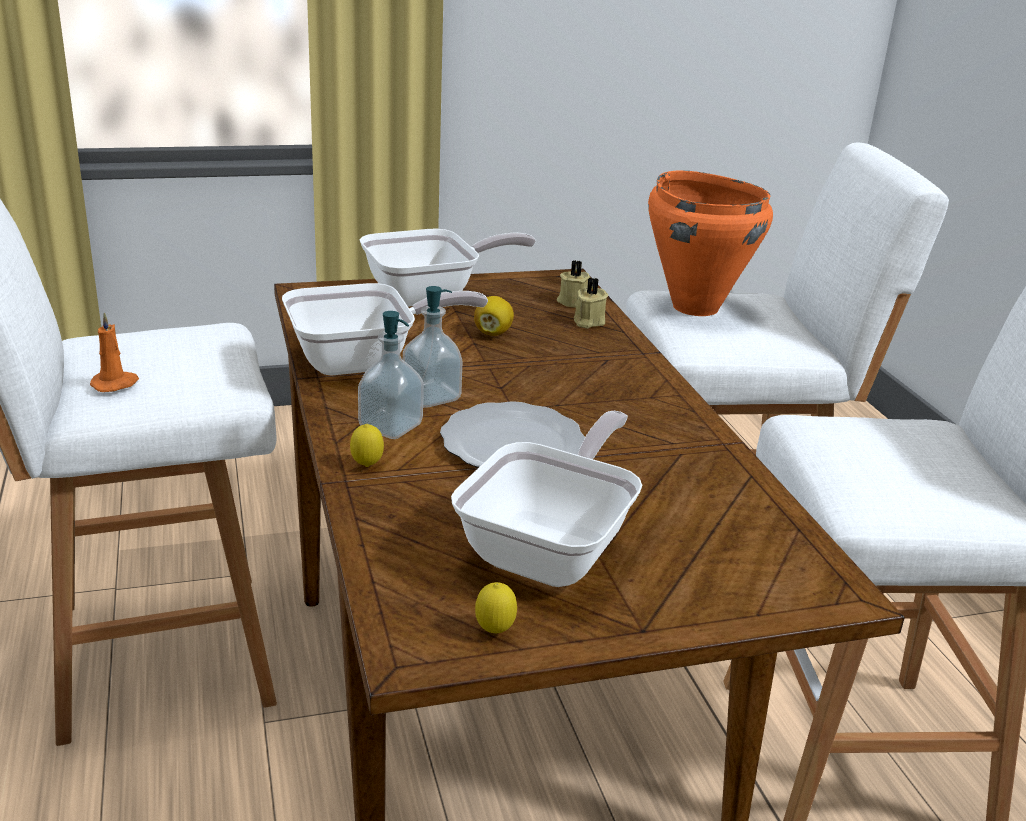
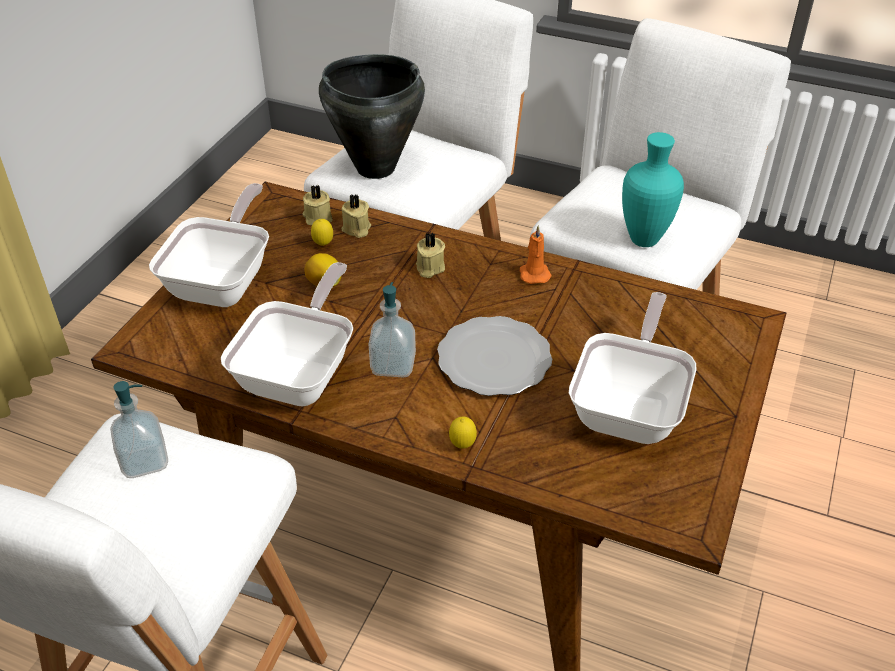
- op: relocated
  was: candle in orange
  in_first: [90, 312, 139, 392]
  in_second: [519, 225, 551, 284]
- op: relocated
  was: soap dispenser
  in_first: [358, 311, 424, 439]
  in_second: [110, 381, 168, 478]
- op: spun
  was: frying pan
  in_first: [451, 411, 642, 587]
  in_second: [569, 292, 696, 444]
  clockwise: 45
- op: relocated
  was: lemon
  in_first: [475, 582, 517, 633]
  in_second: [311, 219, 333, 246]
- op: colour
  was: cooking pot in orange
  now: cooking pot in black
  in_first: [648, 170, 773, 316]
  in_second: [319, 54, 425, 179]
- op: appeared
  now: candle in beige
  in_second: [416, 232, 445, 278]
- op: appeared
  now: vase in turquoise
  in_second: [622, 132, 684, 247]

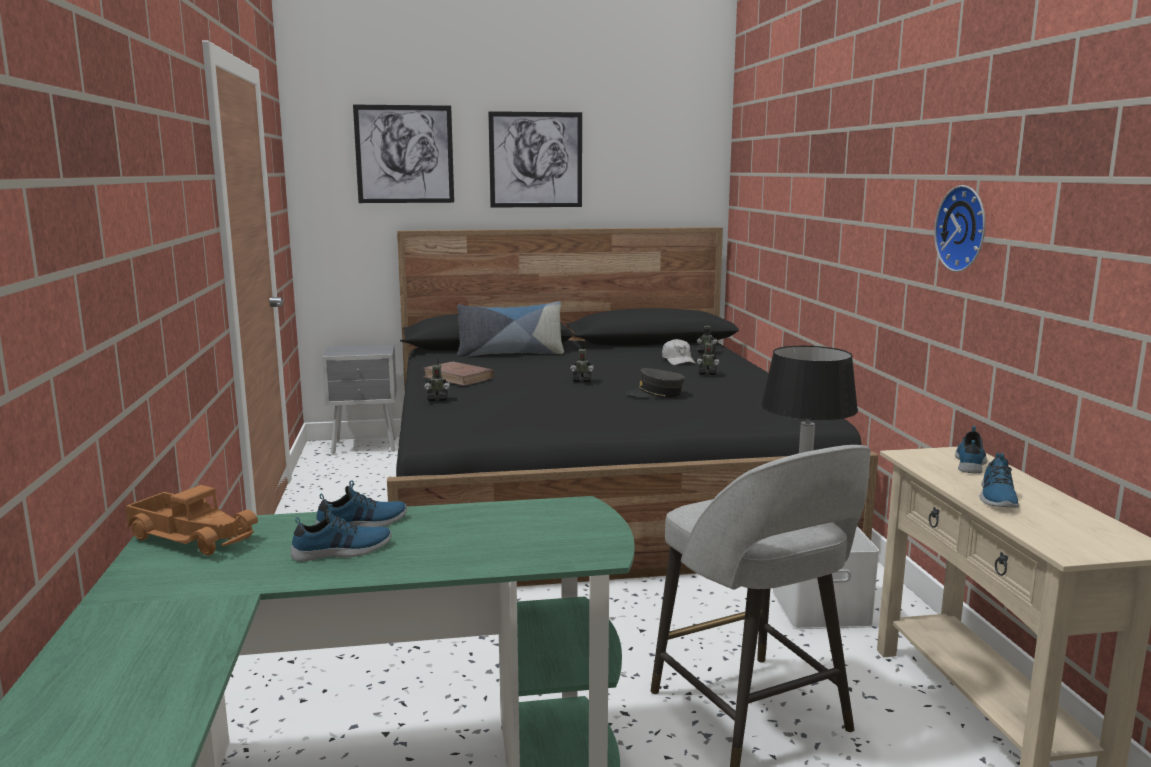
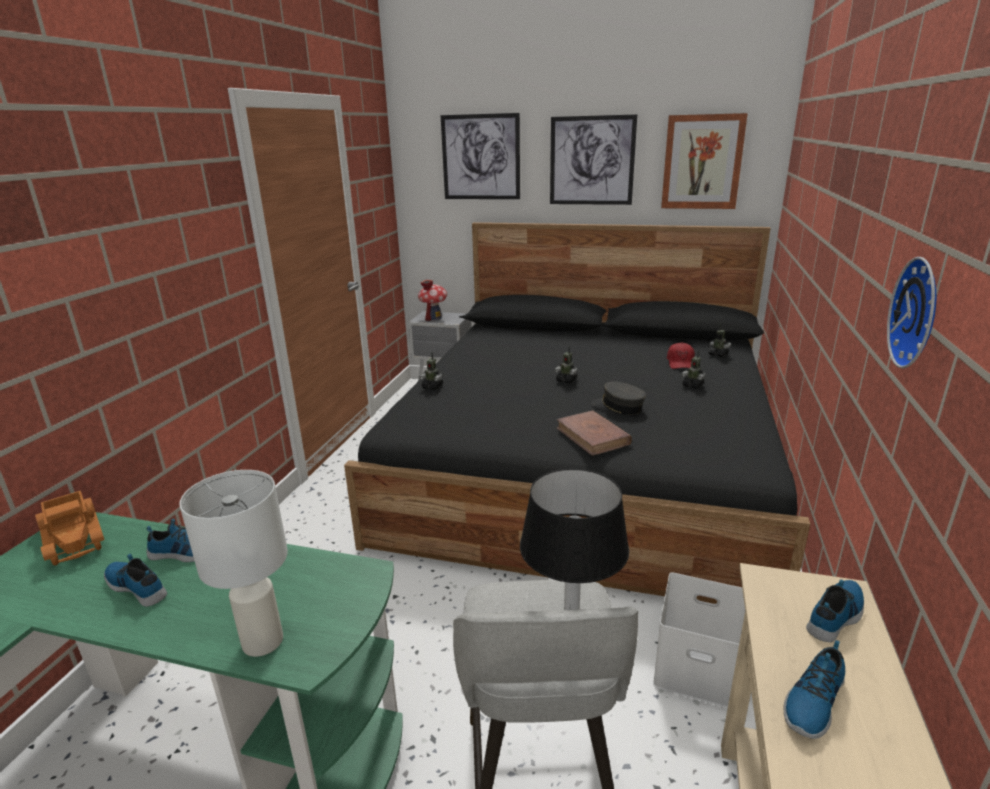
- op: spun
  was: shoe
  in_first: [290, 504, 392, 562]
  in_second: [104, 554, 167, 607]
  clockwise: -150
- op: relocated
  was: book in brown
  in_first: [423, 361, 494, 386]
  in_second: [557, 411, 632, 456]
- op: missing
  was: pillow
  in_first: [457, 301, 564, 357]
- op: colour
  was: cap in white
  now: cap in red
  in_first: [662, 339, 696, 365]
  in_second: [667, 342, 695, 369]
- op: appeared
  now: table lamp in white
  in_second: [179, 470, 288, 657]
- op: appeared
  now: toy house
  in_second: [418, 280, 447, 321]
- op: appeared
  now: picture
  in_second: [661, 113, 748, 209]

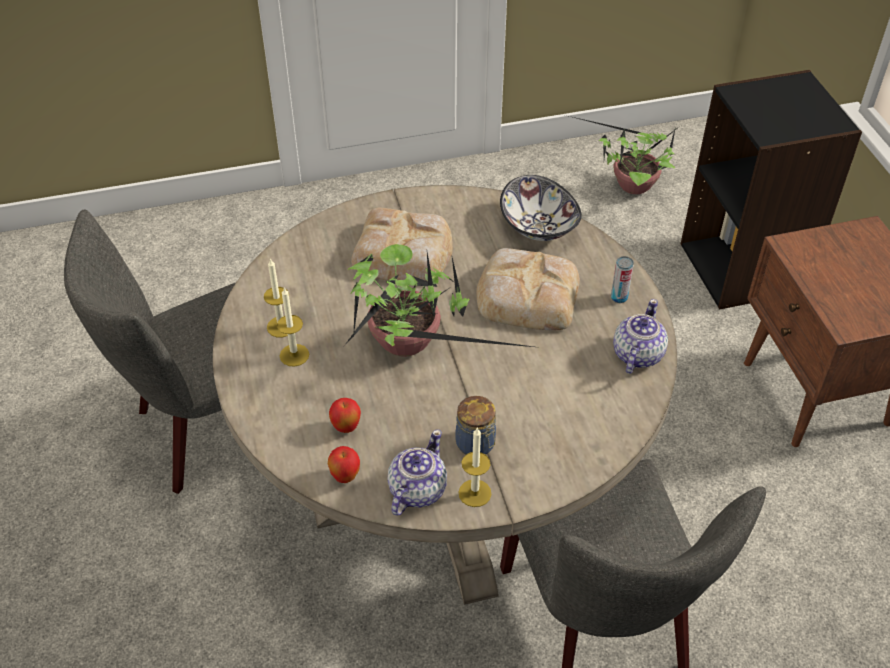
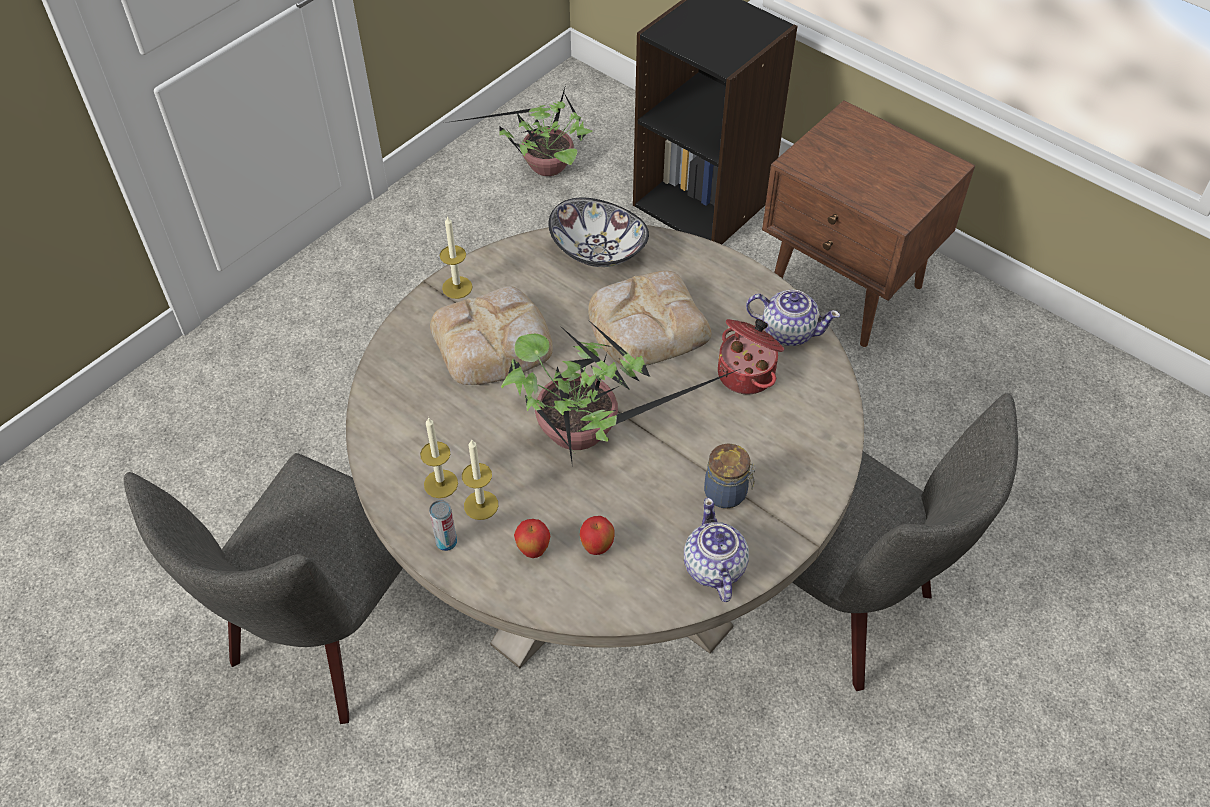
- op: relocated
  was: apple
  in_first: [328, 446, 360, 483]
  in_second: [514, 519, 550, 558]
- op: relocated
  was: candle
  in_first: [459, 428, 491, 507]
  in_second: [440, 216, 473, 299]
- op: relocated
  was: can
  in_first: [611, 256, 634, 303]
  in_second: [429, 500, 457, 551]
- op: spun
  was: teapot
  in_first: [613, 299, 668, 374]
  in_second: [746, 290, 840, 346]
  clockwise: 120
- op: appeared
  now: cooking pot
  in_second: [718, 319, 784, 394]

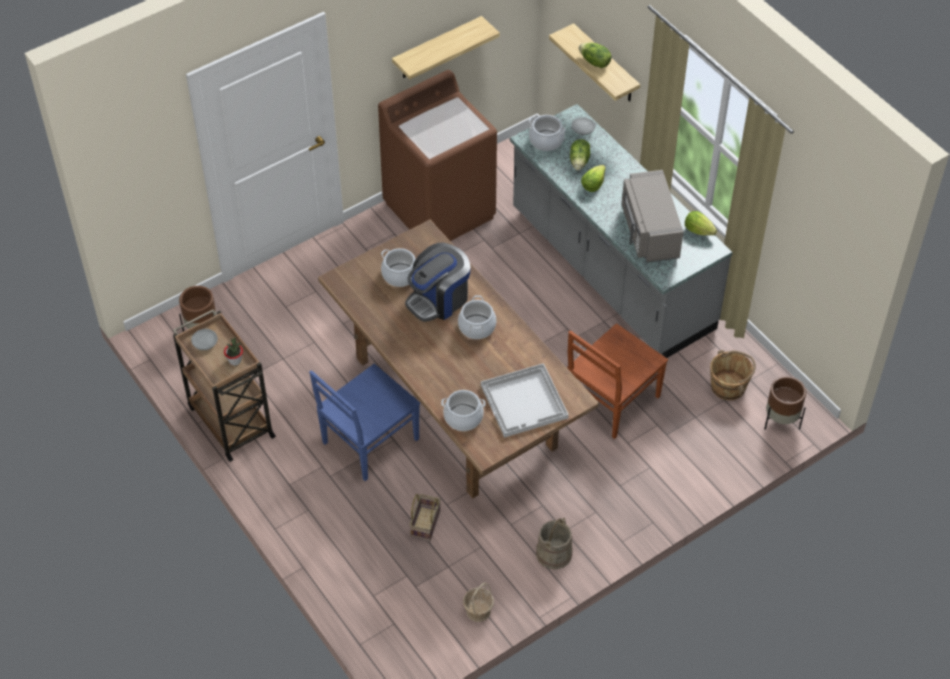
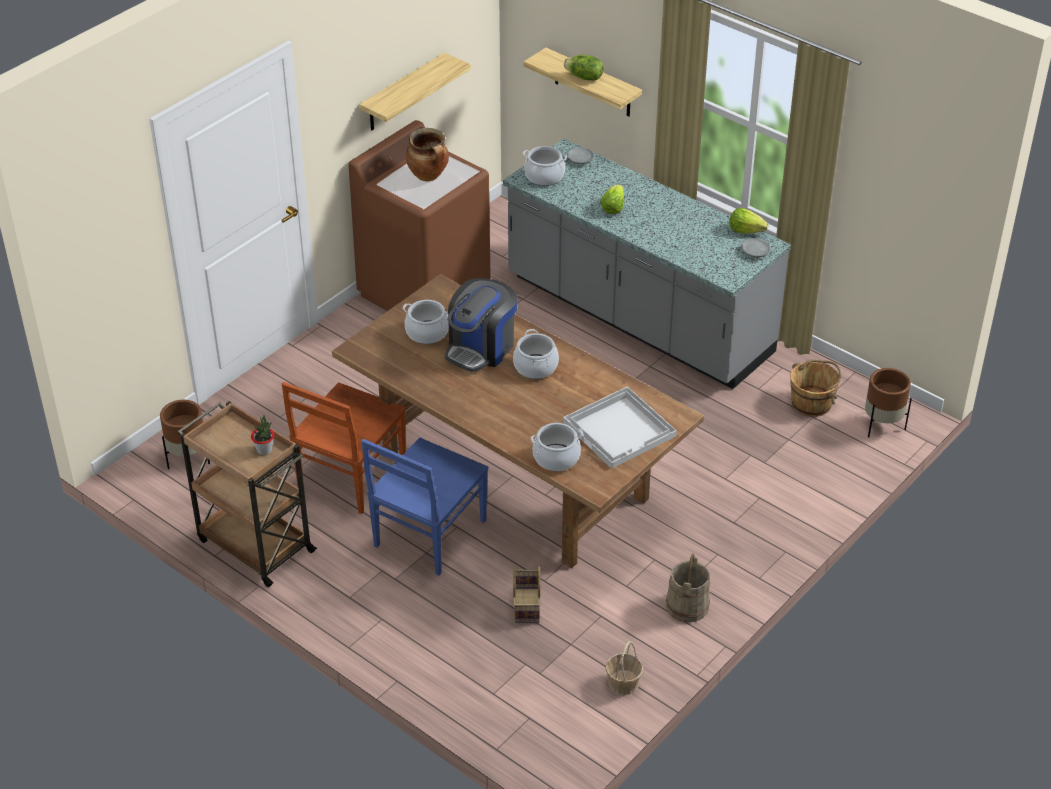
- op: relocated
  was: plate in grey
  in_first: [191, 329, 218, 350]
  in_second: [741, 238, 770, 258]
- op: relocated
  was: chair in brown
  in_first: [567, 323, 668, 439]
  in_second: [282, 382, 406, 514]
- op: missing
  was: lettuce
  in_first: [570, 139, 590, 171]
- op: missing
  was: microwave in grey
  in_first: [622, 170, 684, 263]
- op: appeared
  now: cooking pot
  in_second: [406, 128, 449, 181]

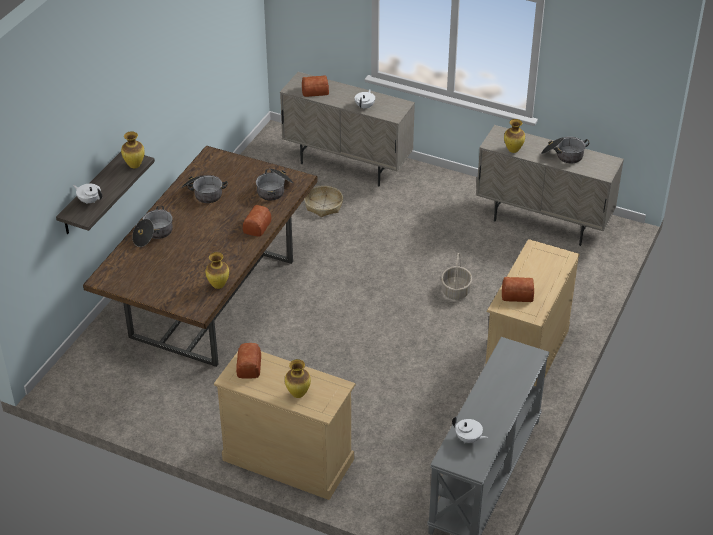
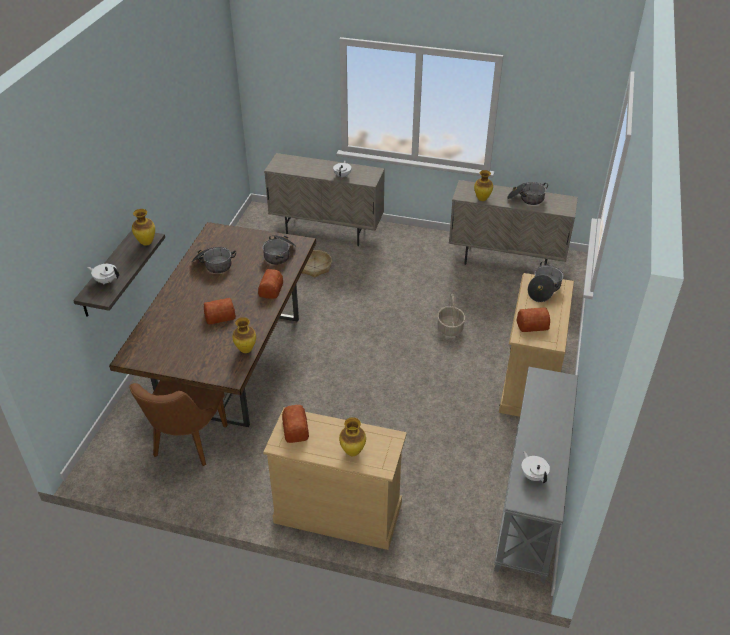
- op: relocated
  was: cooking pot
  in_first: [132, 206, 173, 247]
  in_second: [528, 262, 564, 302]
- op: relocated
  was: bread
  in_first: [302, 76, 329, 97]
  in_second: [204, 298, 236, 324]
- op: spun
  was: teapot in white
  in_first: [452, 416, 488, 443]
  in_second: [521, 451, 550, 483]
  clockwise: -135
- op: appeared
  now: chair in brown
  in_second: [129, 380, 228, 466]

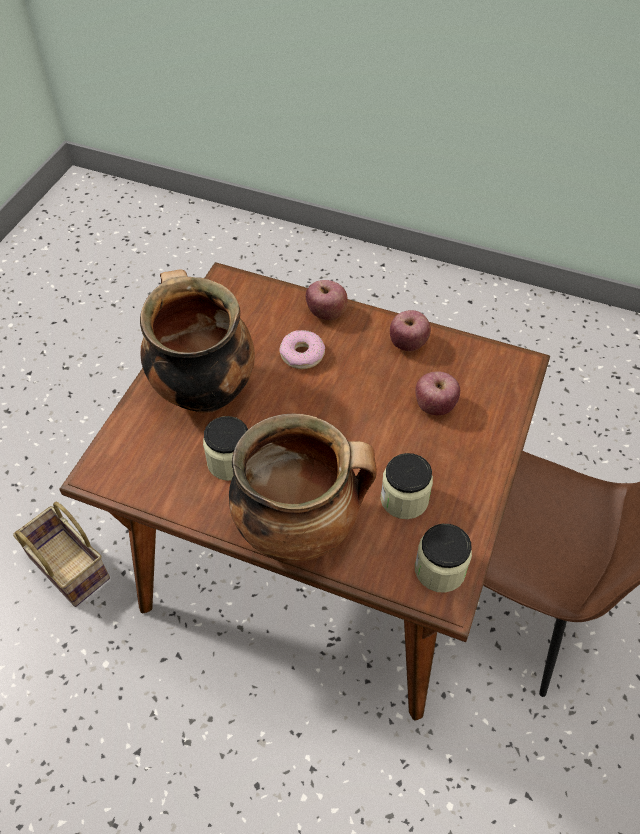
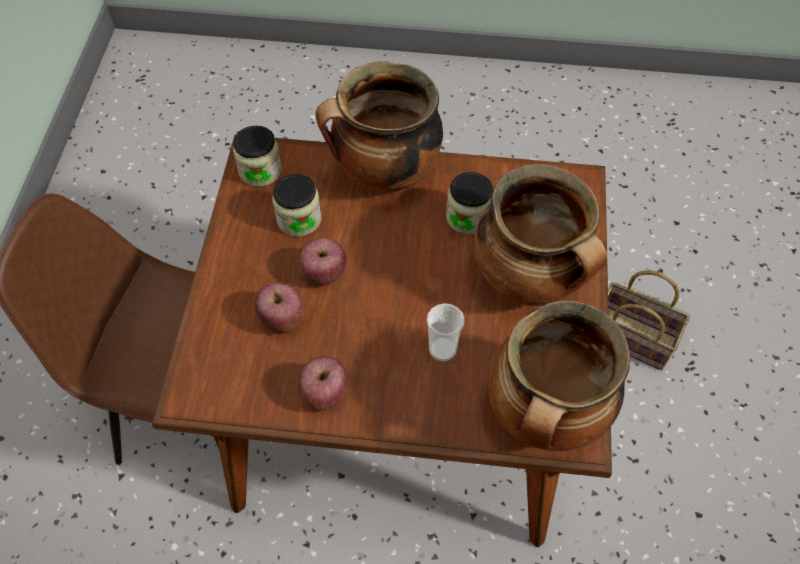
- op: exchanged
  was: donut
  now: cup
  in_first: [279, 330, 325, 369]
  in_second: [427, 303, 465, 361]
- op: relocated
  was: apple
  in_first: [306, 280, 348, 320]
  in_second: [298, 238, 346, 286]
- op: appeared
  now: cooking pot
  in_second: [488, 301, 630, 451]

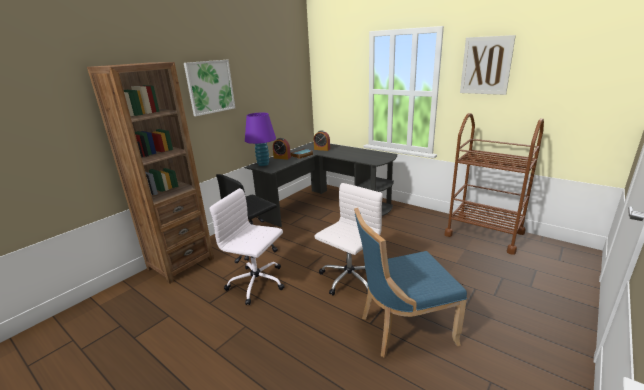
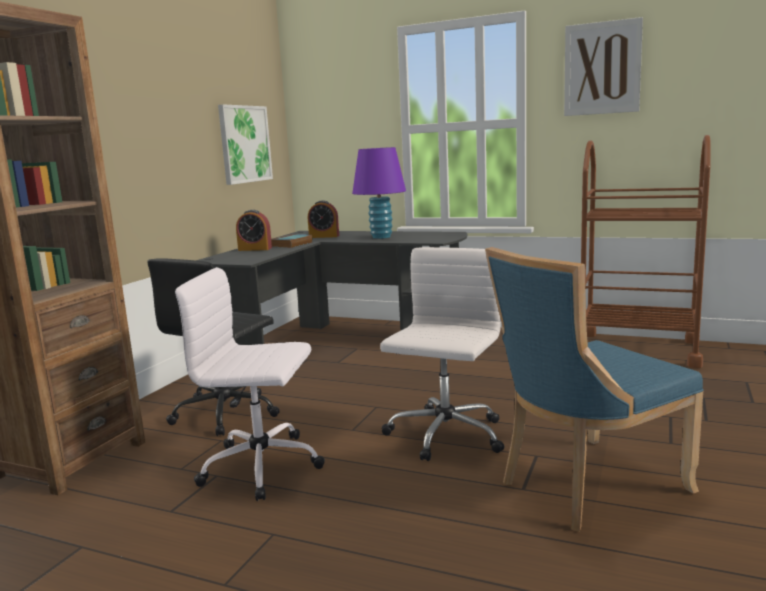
- op: relocated
  was: picture
  in_first: [184, 60, 235, 116]
  in_second: [218, 104, 273, 185]
- op: relocated
  was: table lamp in purple
  in_first: [245, 113, 276, 166]
  in_second: [352, 147, 406, 239]

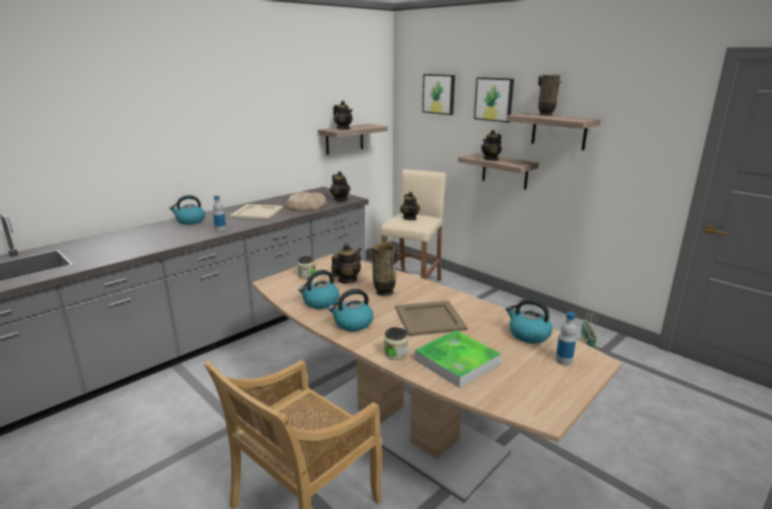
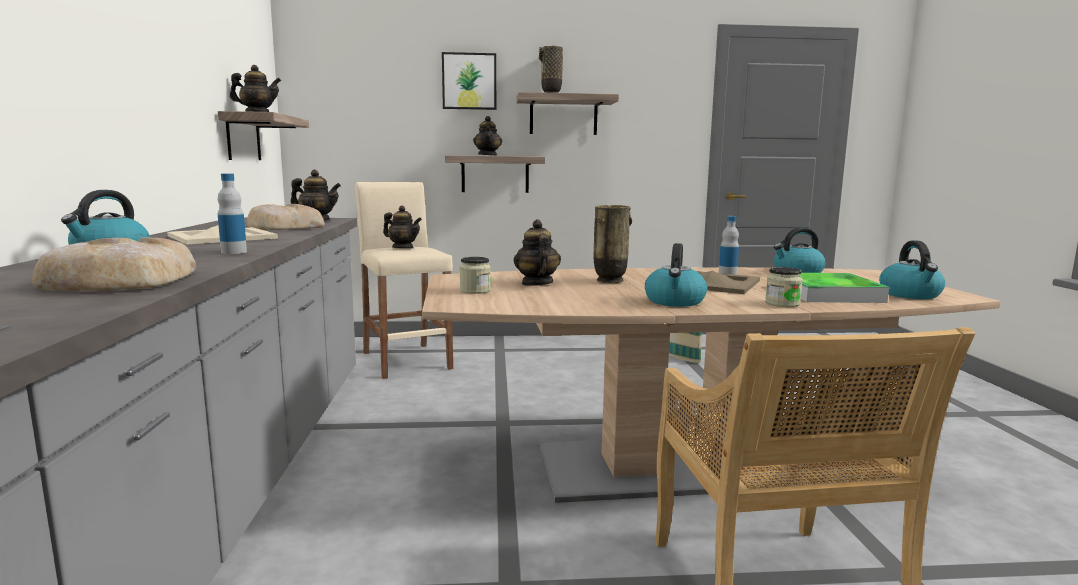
- op: relocated
  was: kettle
  in_first: [299, 270, 339, 309]
  in_second: [879, 240, 945, 299]
- op: missing
  was: picture
  in_first: [422, 74, 455, 115]
- op: relocated
  was: bottle
  in_first: [555, 312, 577, 366]
  in_second: [719, 216, 739, 275]
- op: appeared
  now: bread
  in_second: [32, 238, 196, 292]

